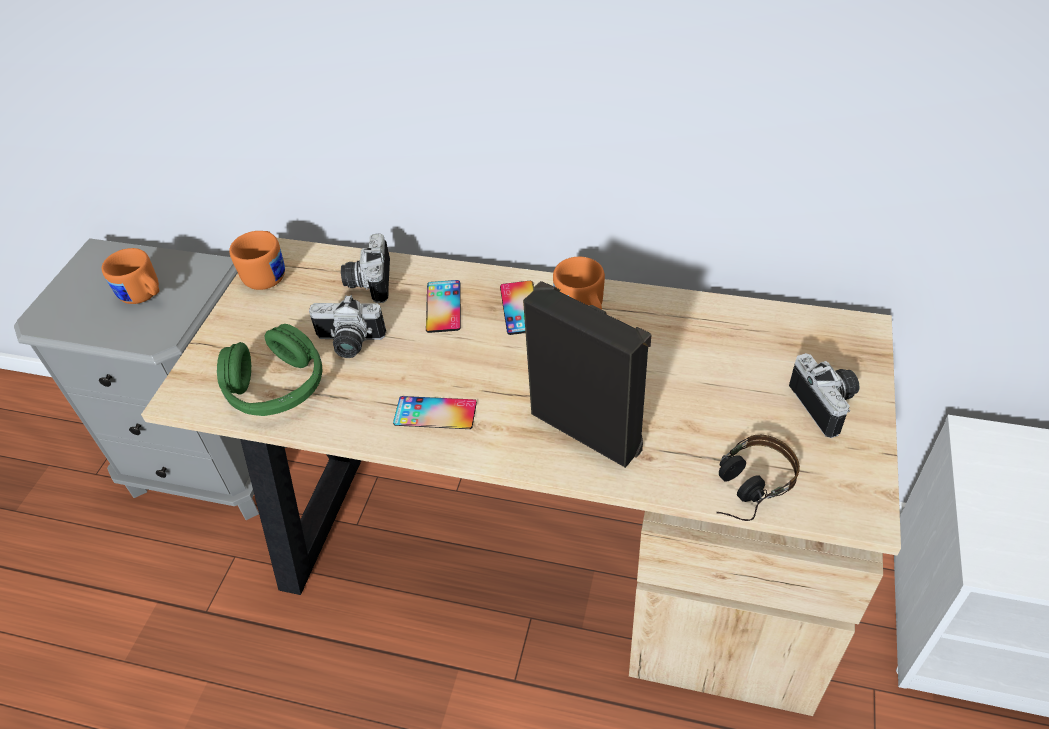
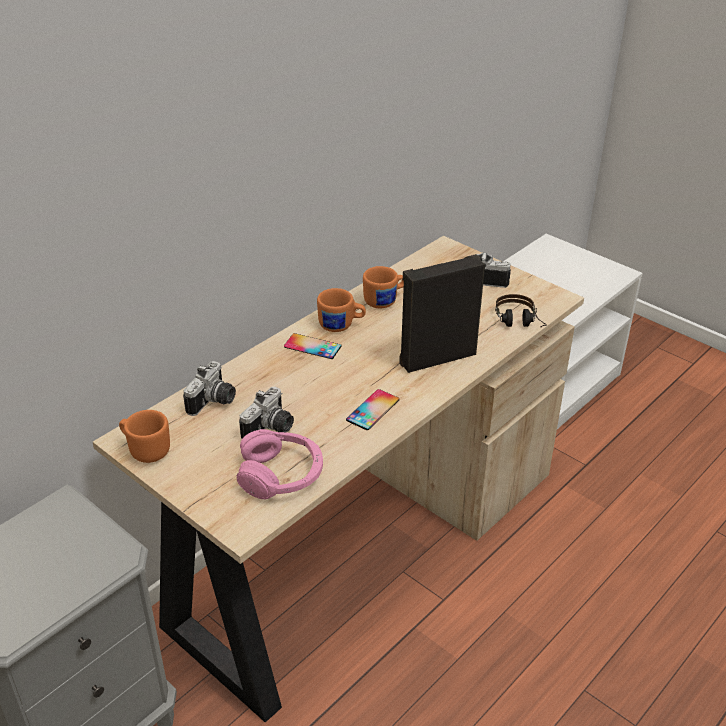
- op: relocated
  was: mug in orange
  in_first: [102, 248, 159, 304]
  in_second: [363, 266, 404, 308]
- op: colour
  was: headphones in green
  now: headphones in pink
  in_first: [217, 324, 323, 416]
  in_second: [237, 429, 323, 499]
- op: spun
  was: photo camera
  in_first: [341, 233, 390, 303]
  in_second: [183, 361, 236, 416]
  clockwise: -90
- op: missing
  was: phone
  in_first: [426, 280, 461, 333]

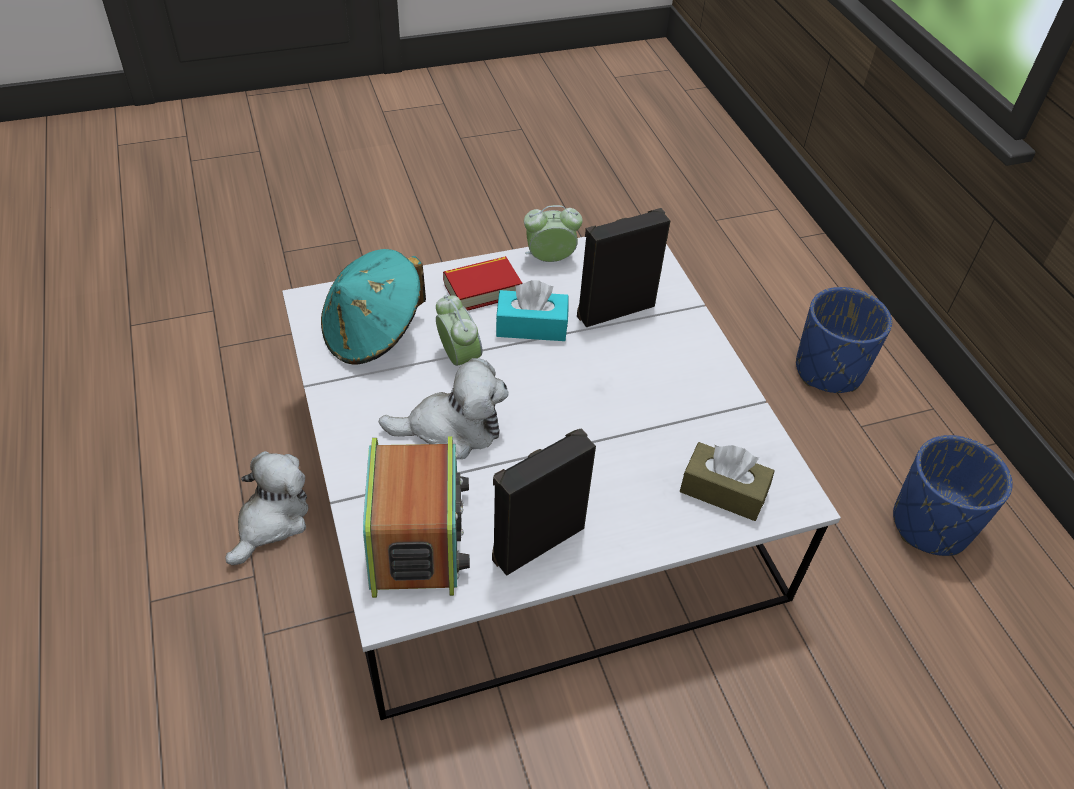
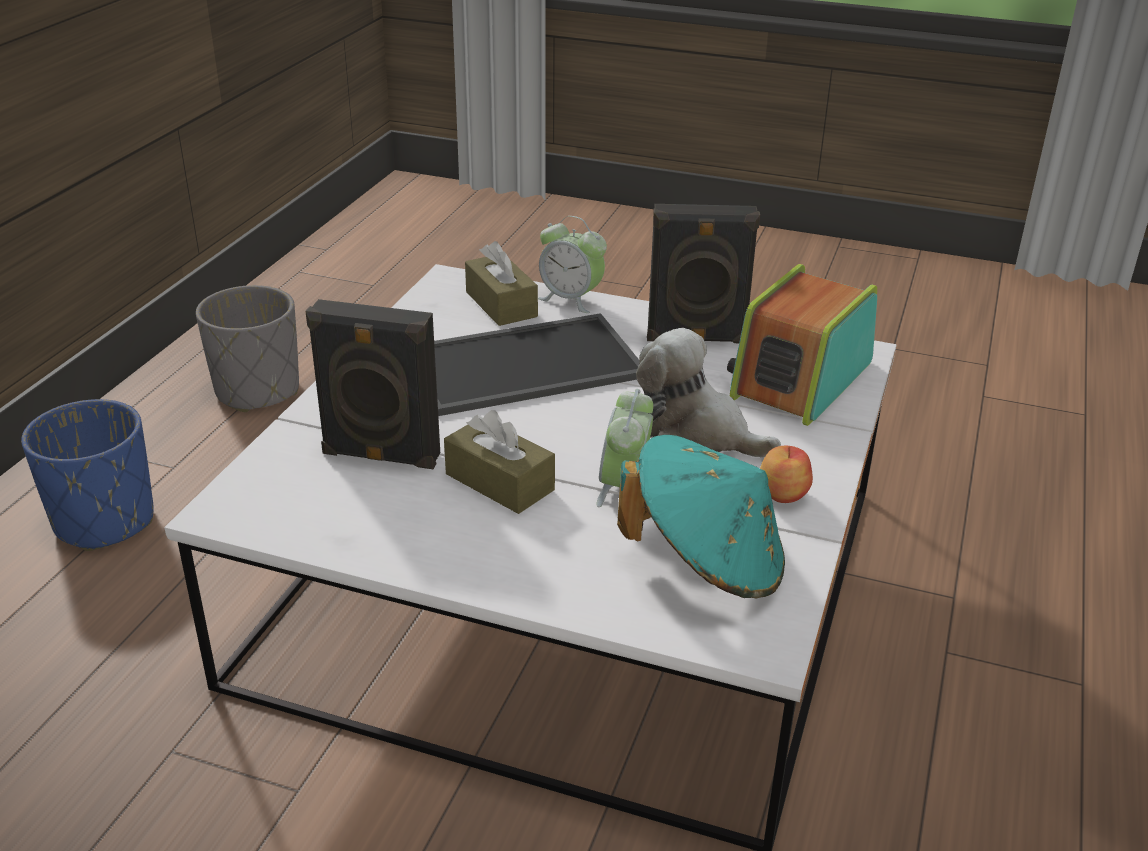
- op: missing
  was: plush toy
  in_first: [225, 451, 308, 565]
- op: missing
  was: book
  in_first: [443, 256, 522, 311]
- op: colour
  was: tissue box in turquoise
  now: tissue box in brown
  in_first: [496, 280, 568, 341]
  in_second: [444, 410, 555, 514]
- op: relocated
  was: alarm clock
  in_first: [524, 205, 583, 262]
  in_second: [538, 216, 607, 313]
- op: colour
  was: planter in blue
  now: planter in grey
  in_first: [893, 435, 1013, 556]
  in_second: [196, 285, 299, 412]
- op: appeared
  now: tray
  in_second: [434, 313, 639, 416]
- op: appeared
  now: apple
  in_second: [760, 446, 813, 503]

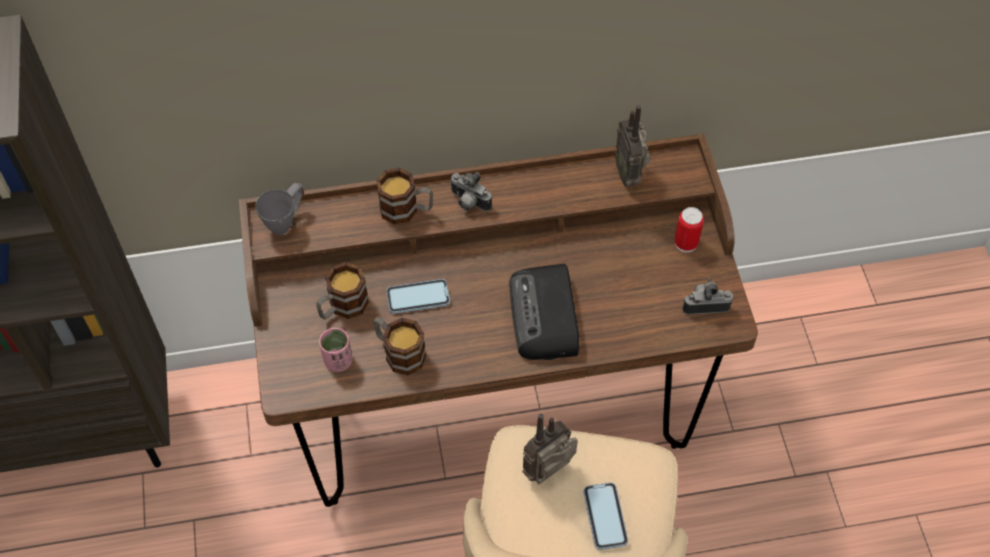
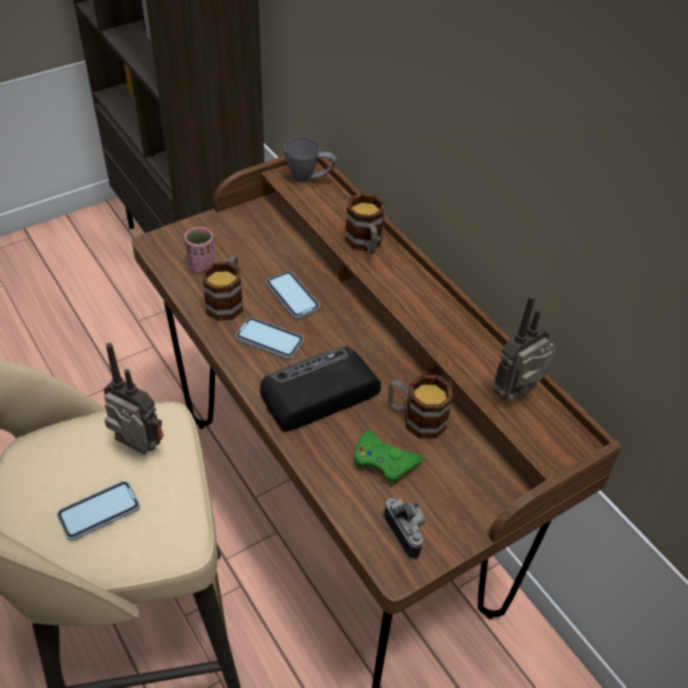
- op: relocated
  was: mug
  in_first: [316, 262, 369, 319]
  in_second: [389, 375, 453, 439]
- op: missing
  was: photo camera
  in_first: [450, 172, 492, 211]
- op: missing
  was: can
  in_first: [674, 207, 704, 252]
- op: appeared
  now: phone
  in_second: [236, 317, 304, 359]
- op: appeared
  now: game controller in green
  in_second: [354, 430, 424, 487]

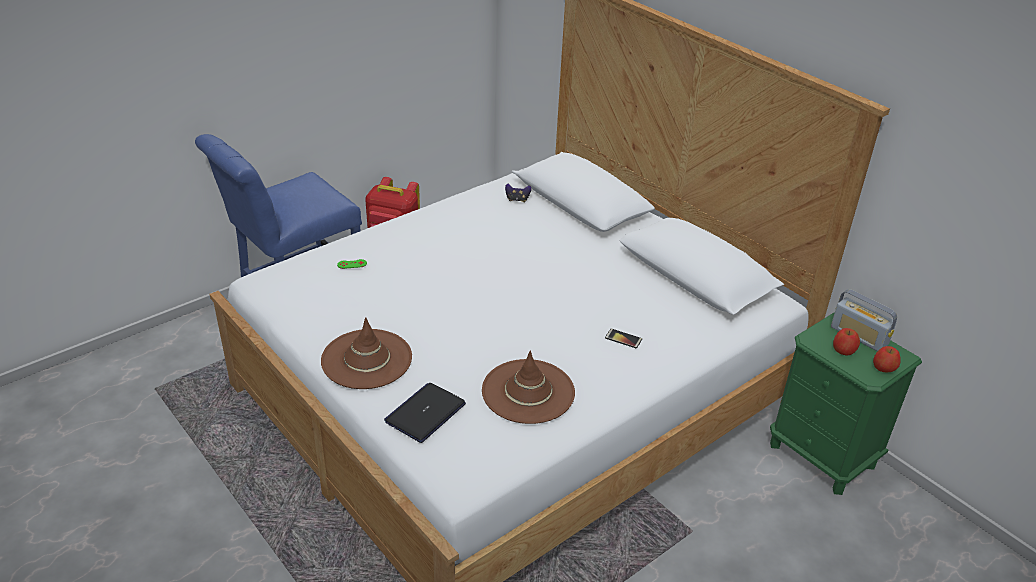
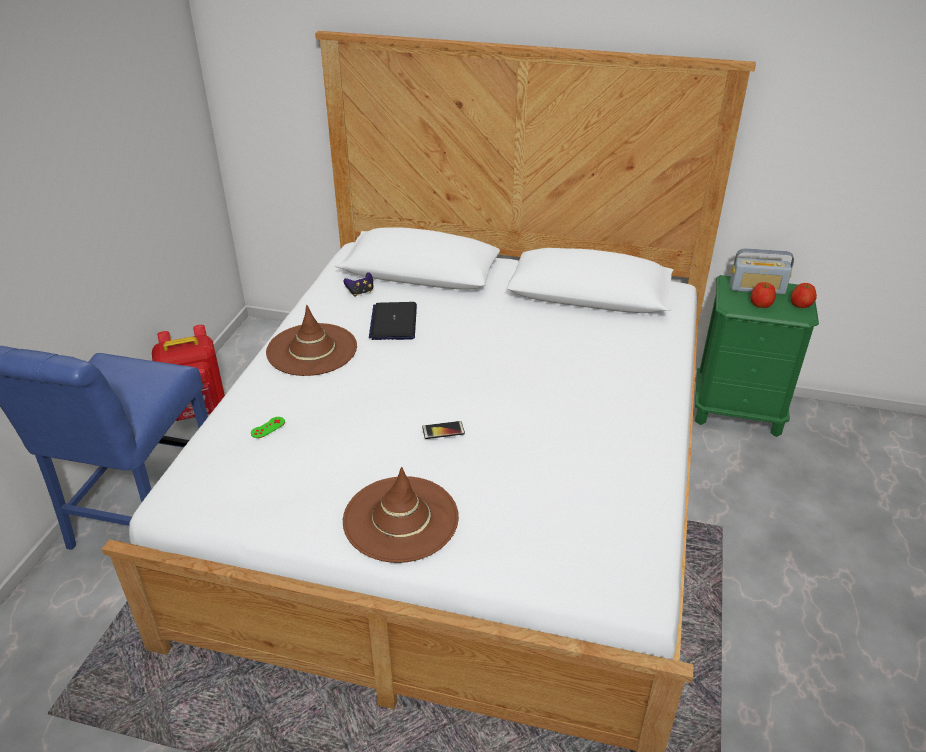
- op: relocated
  was: laptop
  in_first: [384, 383, 466, 443]
  in_second: [369, 302, 417, 340]
- op: relocated
  was: hat in brown
  in_first: [482, 351, 575, 424]
  in_second: [266, 305, 357, 376]
- op: relocated
  was: phone
  in_first: [605, 328, 642, 348]
  in_second: [422, 421, 465, 439]

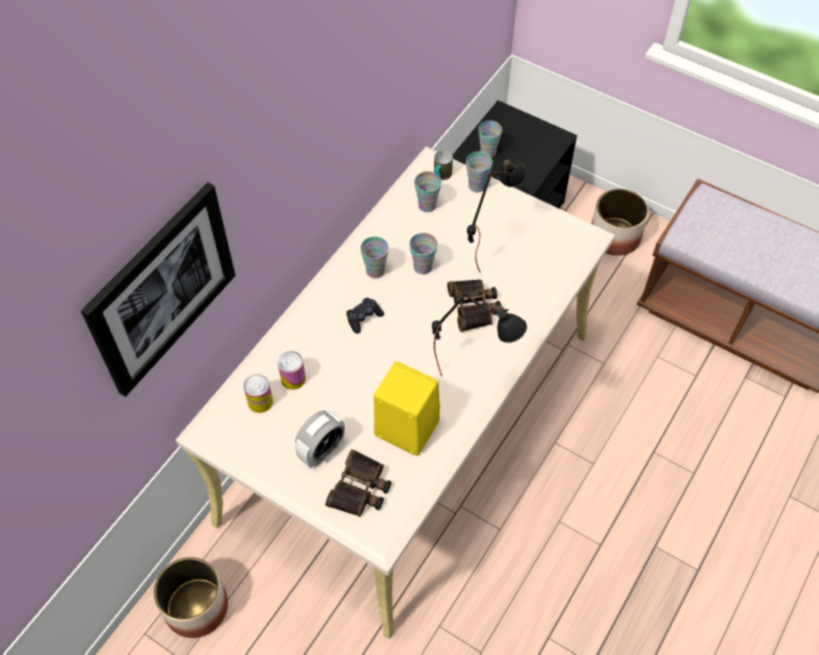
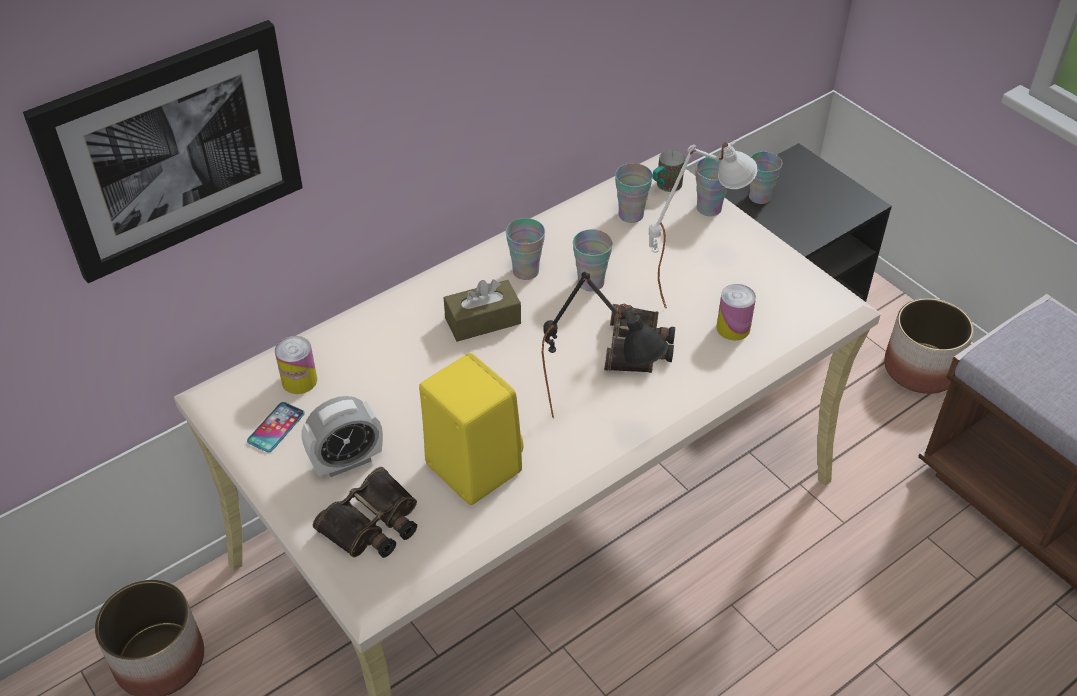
- op: relocated
  was: can
  in_first: [278, 351, 306, 390]
  in_second: [716, 284, 756, 340]
- op: exchanged
  was: game controller in black
  now: tissue box in brown
  in_first: [346, 298, 384, 334]
  in_second: [444, 279, 521, 342]
- op: colour
  was: table lamp in black
  now: table lamp in white
  in_first: [467, 157, 527, 272]
  in_second: [649, 140, 758, 309]
- op: appeared
  now: phone
  in_second: [247, 402, 305, 452]

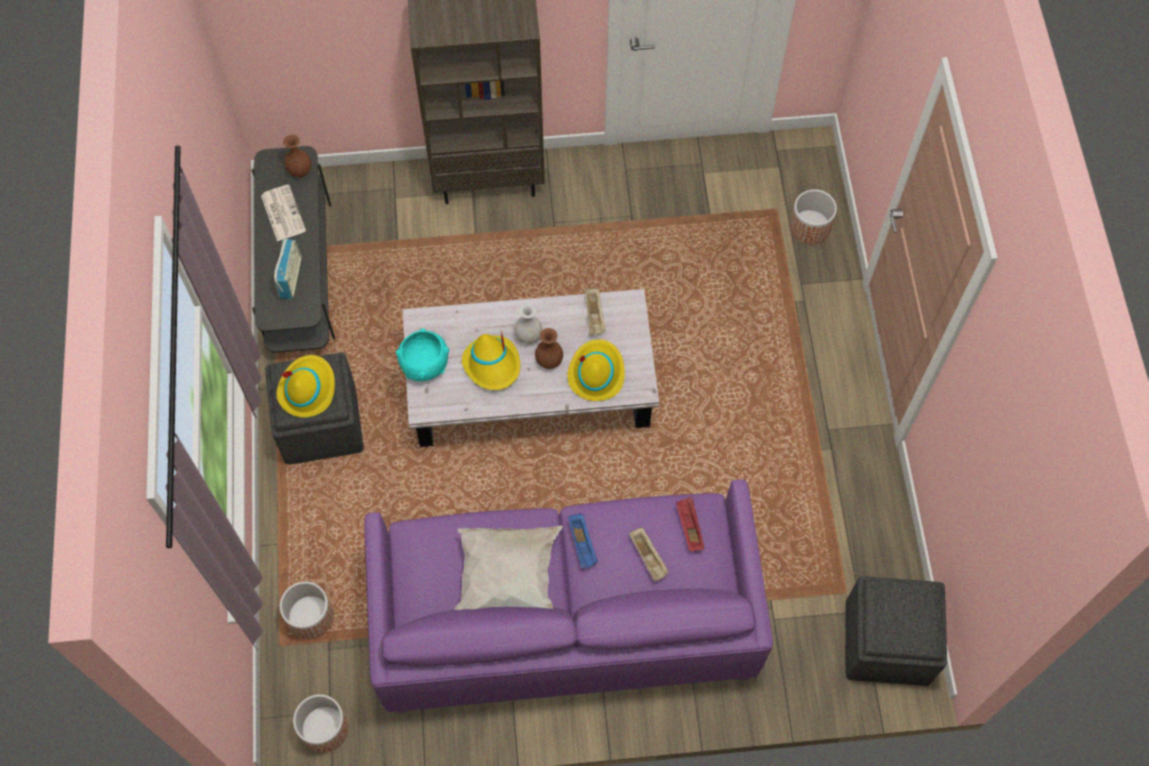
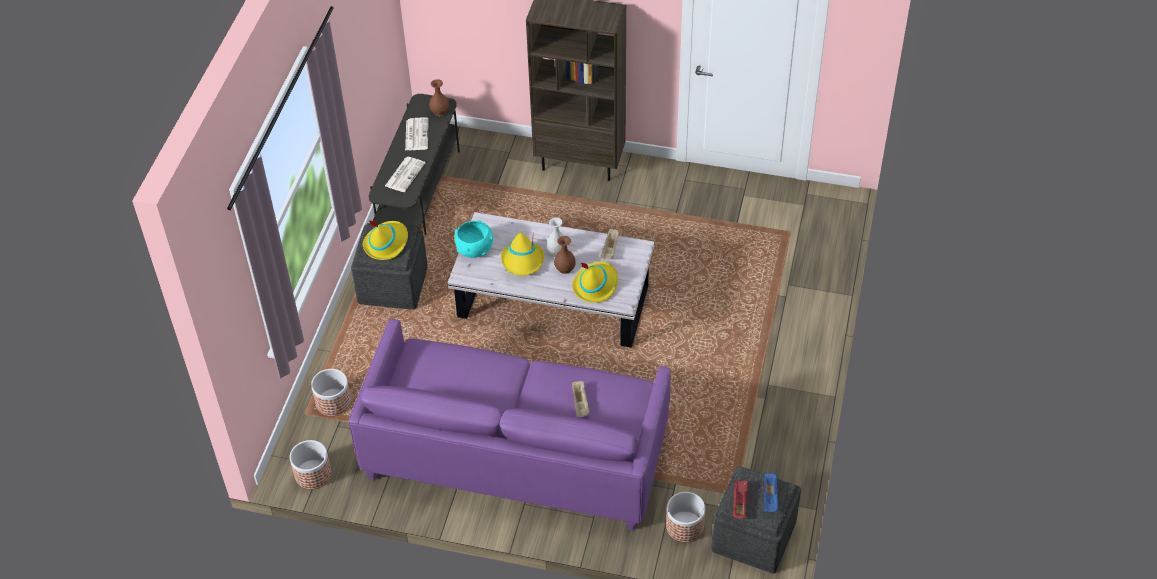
- op: exchanged
  was: radio
  now: newspaper
  in_first: [274, 239, 301, 300]
  in_second: [385, 157, 425, 192]
- op: missing
  was: pillow in white
  in_first: [454, 526, 563, 610]
- op: relocated
  was: tray in blue
  in_first: [568, 514, 598, 568]
  in_second: [764, 473, 778, 512]
- op: relocated
  was: tray in red
  in_first: [676, 497, 704, 551]
  in_second: [733, 481, 748, 519]
- op: relocated
  was: planter
  in_first: [790, 189, 837, 244]
  in_second: [666, 492, 705, 542]

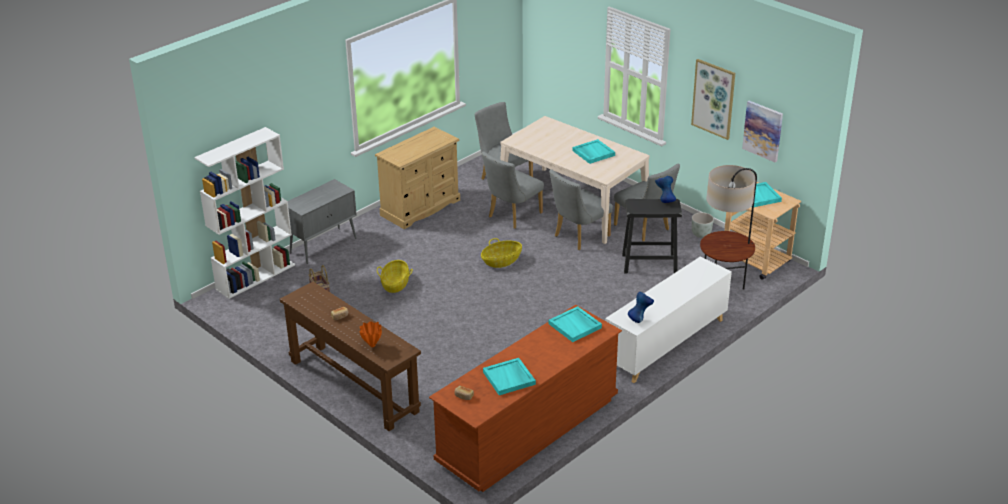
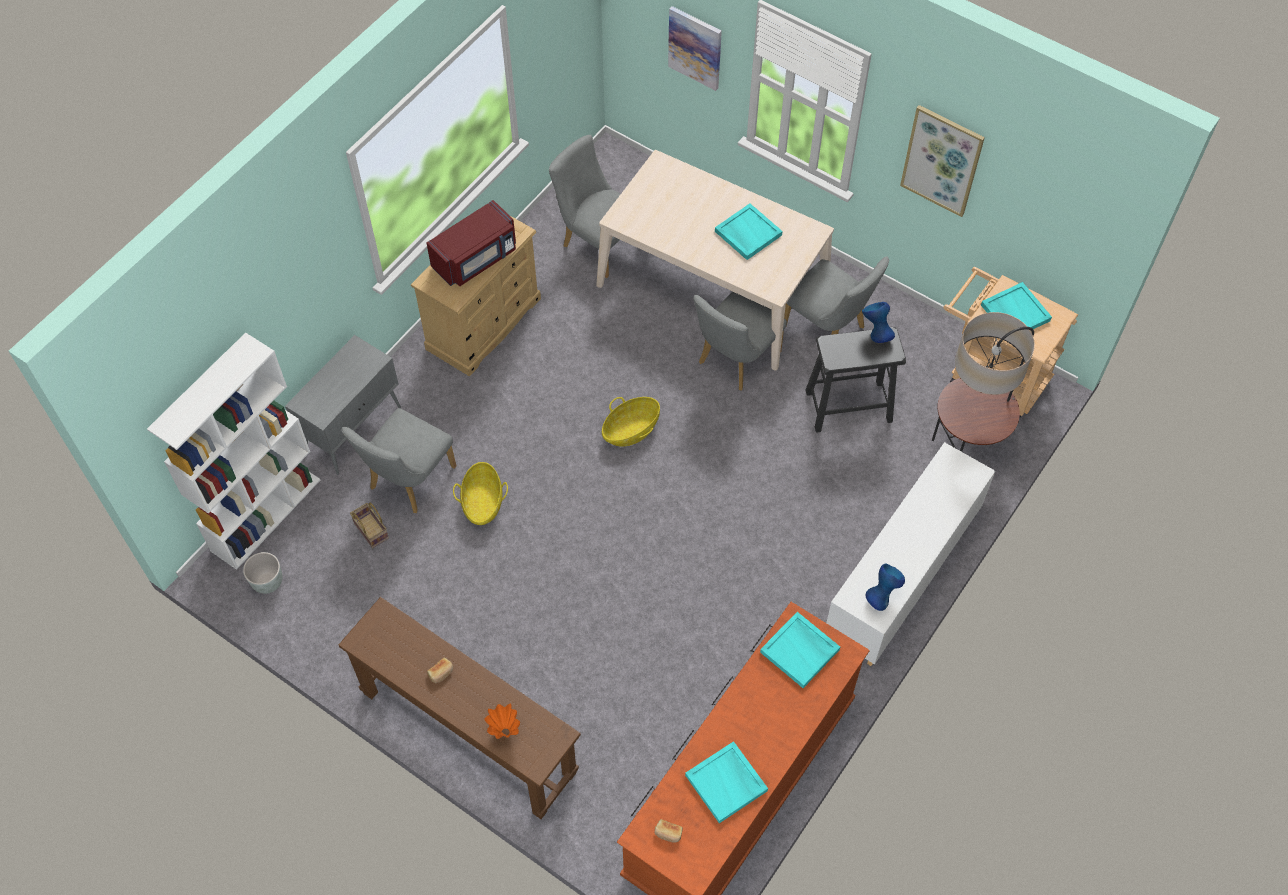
- op: relocated
  was: chair in grey
  in_first: [482, 152, 544, 229]
  in_second: [341, 408, 456, 513]
- op: relocated
  was: planter in grey
  in_first: [692, 212, 714, 238]
  in_second: [243, 552, 282, 594]
- op: relocated
  was: picture
  in_first: [742, 101, 783, 162]
  in_second: [668, 6, 722, 91]
- op: appeared
  now: microwave in red
  in_second: [427, 200, 516, 286]

